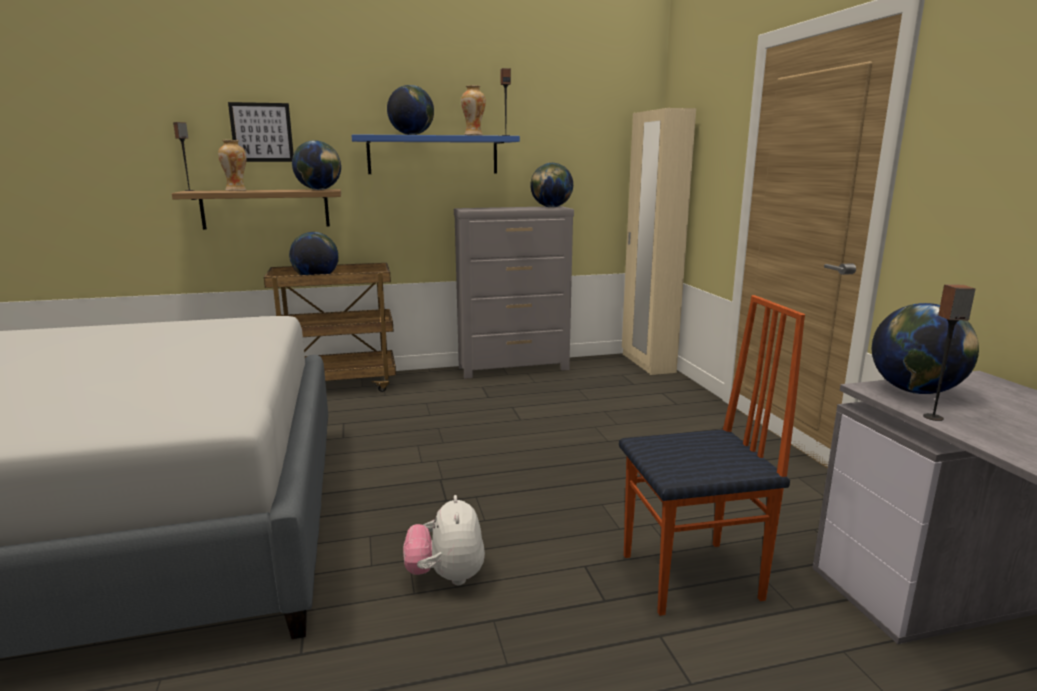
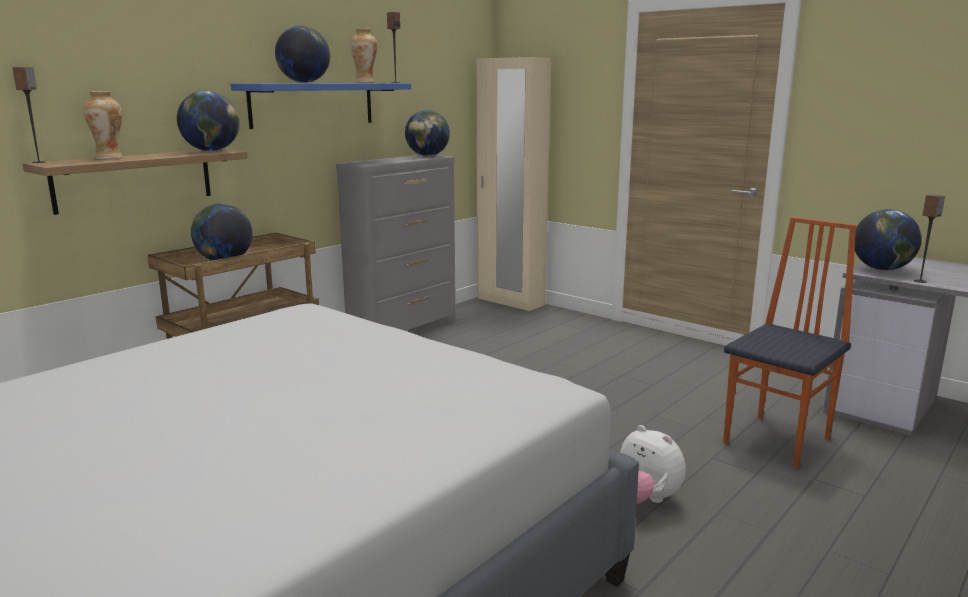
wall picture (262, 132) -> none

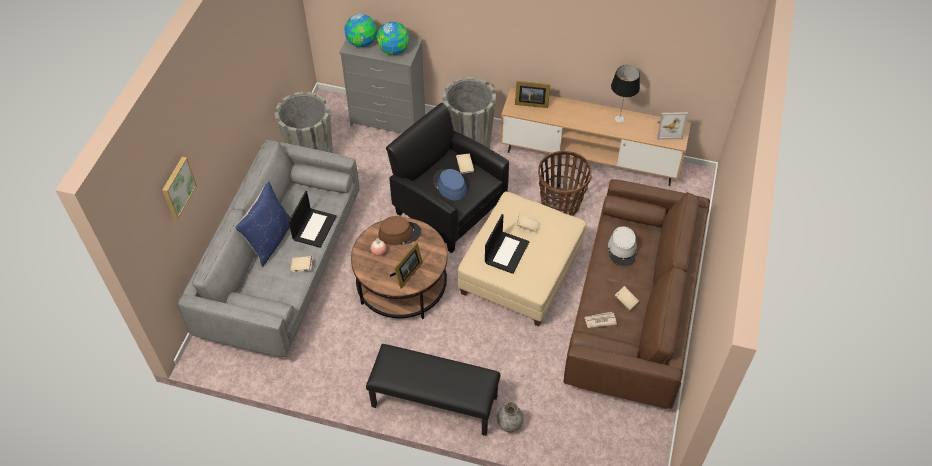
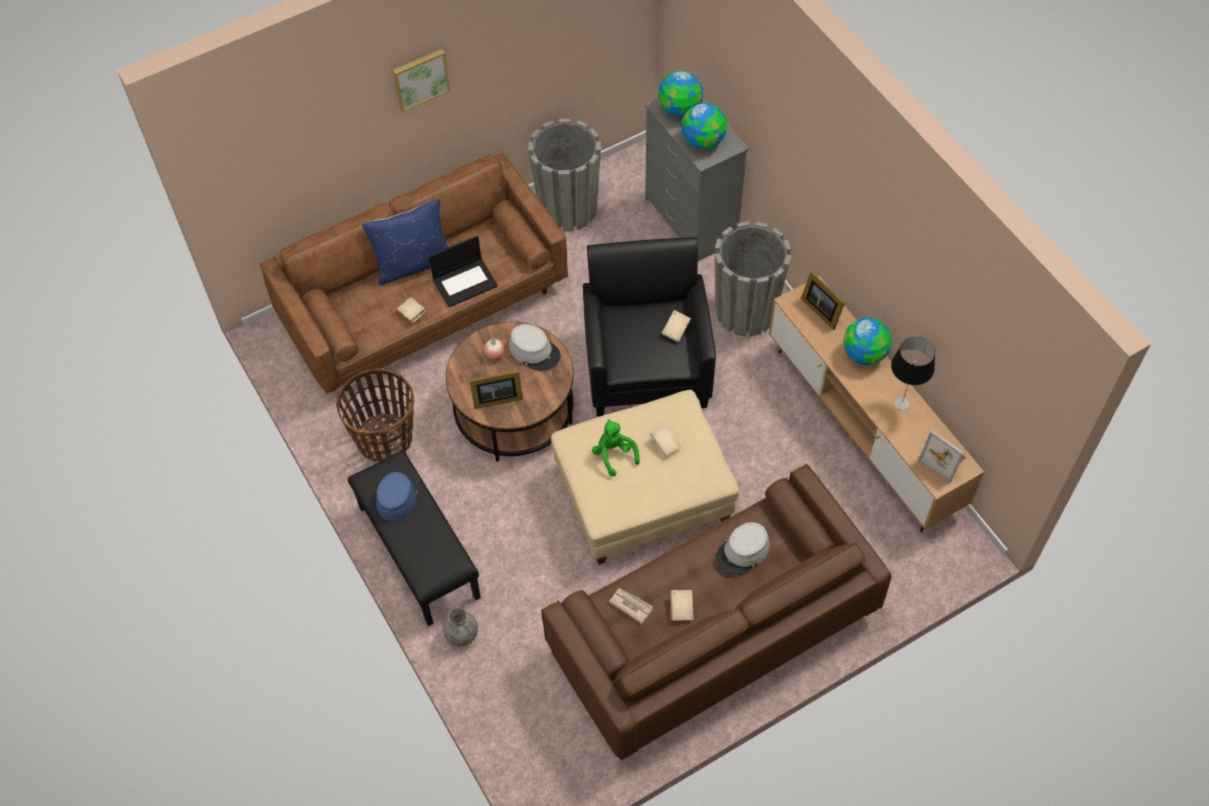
sofa/gray (282, 268) -> sofa/brown (423, 303)
household basket (560, 203) -> household basket (385, 438), shifted
wearable hat/blue (449, 185) -> wearable hat/blue (397, 494), shifted
wall picture (177, 187) -> wall picture (420, 78), shifted
wearable hat/brown (399, 233) -> wearable hat/gray (534, 351)
portable computer (506, 252) -> cuddly toy/greenish (614, 455)
none -> desk globe (864, 354)

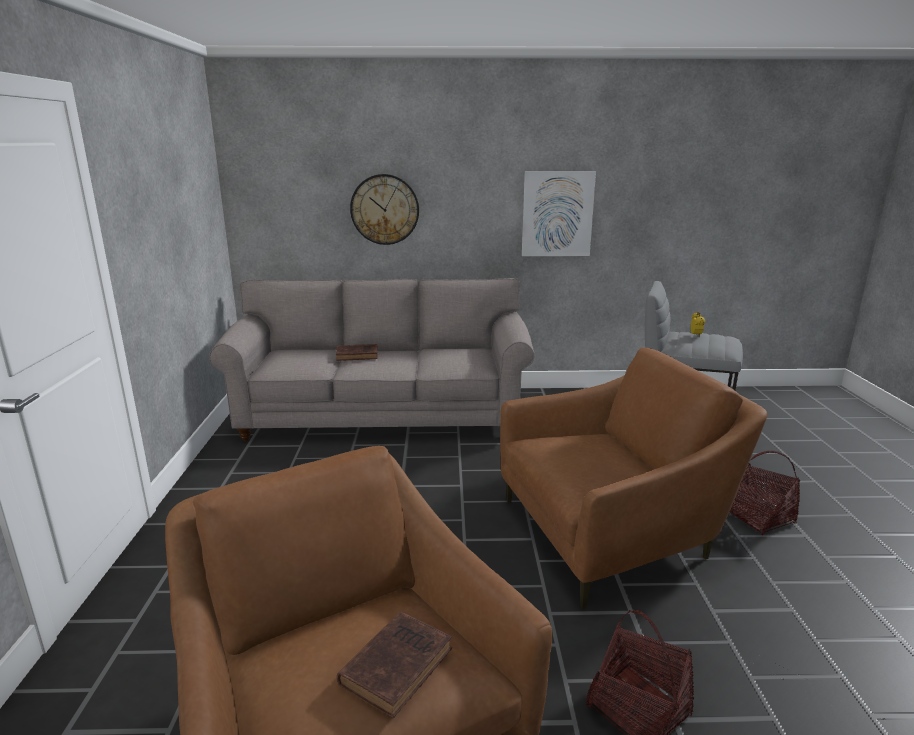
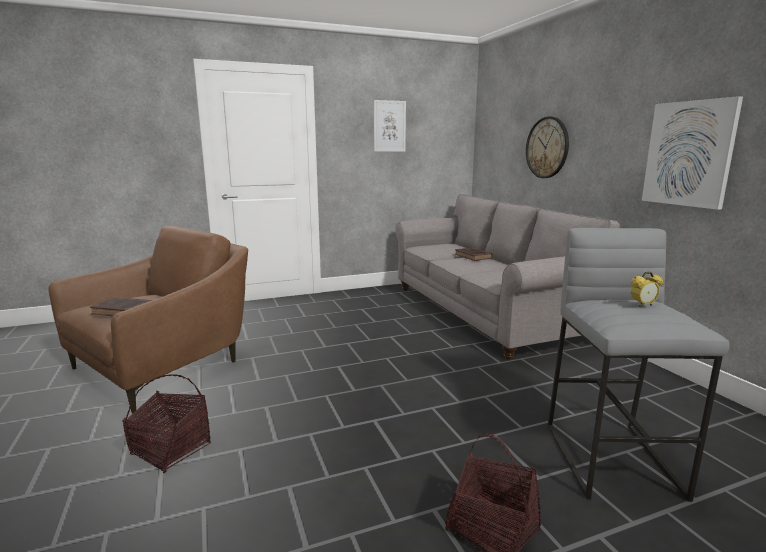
none -> wall picture (389, 126)
armchair/brown (613, 533) -> none

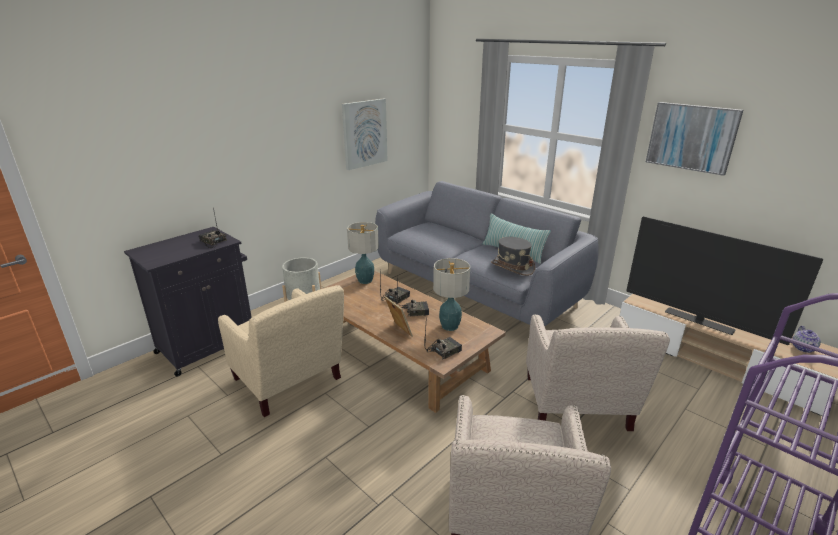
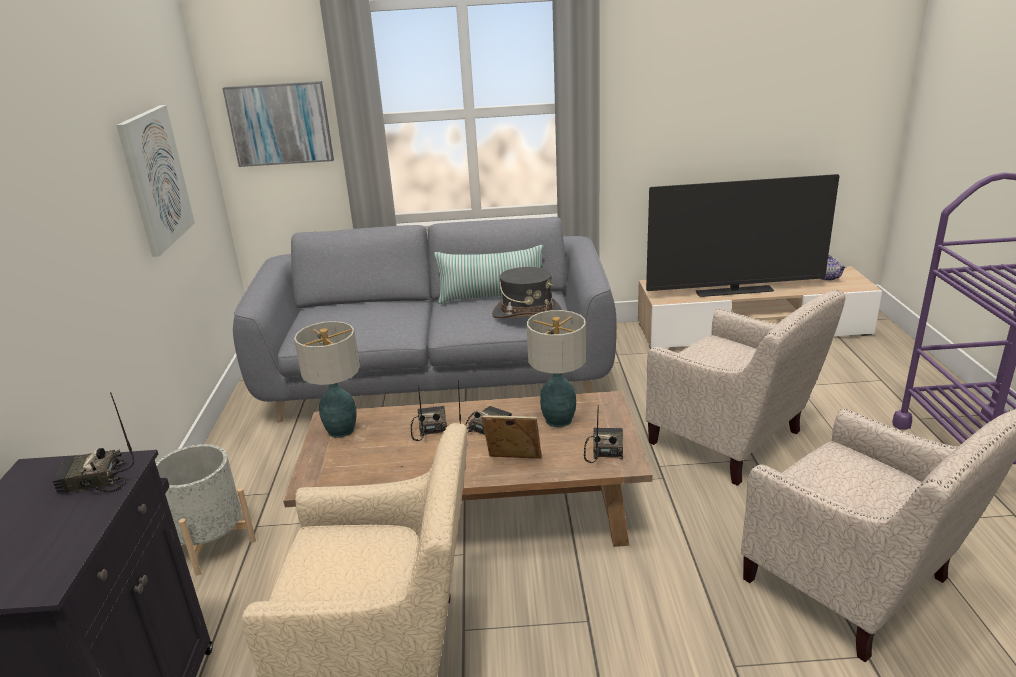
wall picture (691, 137) -> wall picture (280, 124), shifted

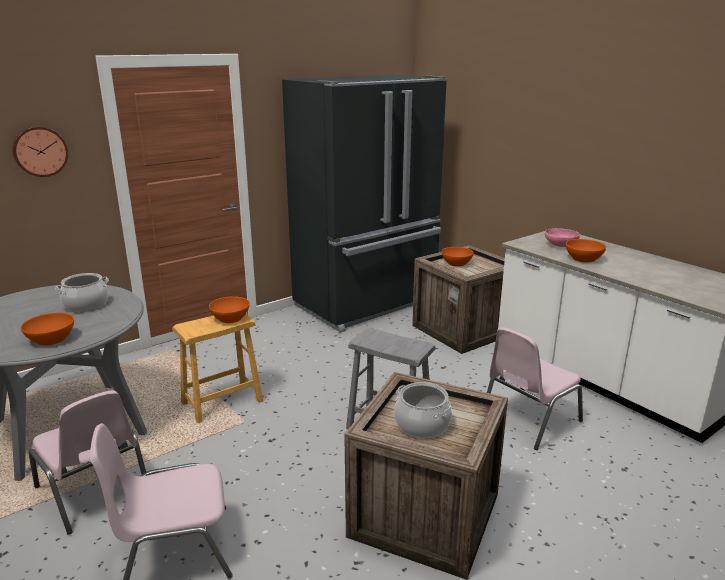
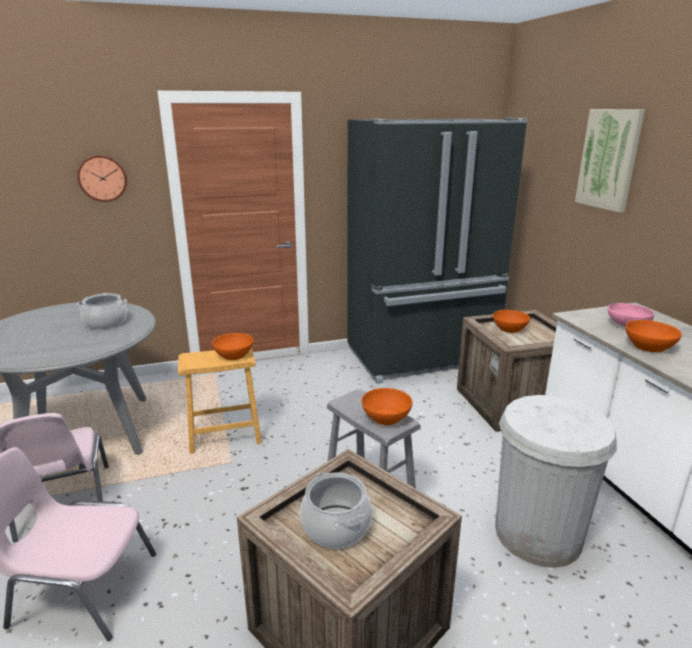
deep dish/orangey (51, 339) -> deep dish/orangey (386, 417), shifted
upright chair/pink (528, 420) -> waste bin/white (537, 534)
none -> wall picture (609, 159)

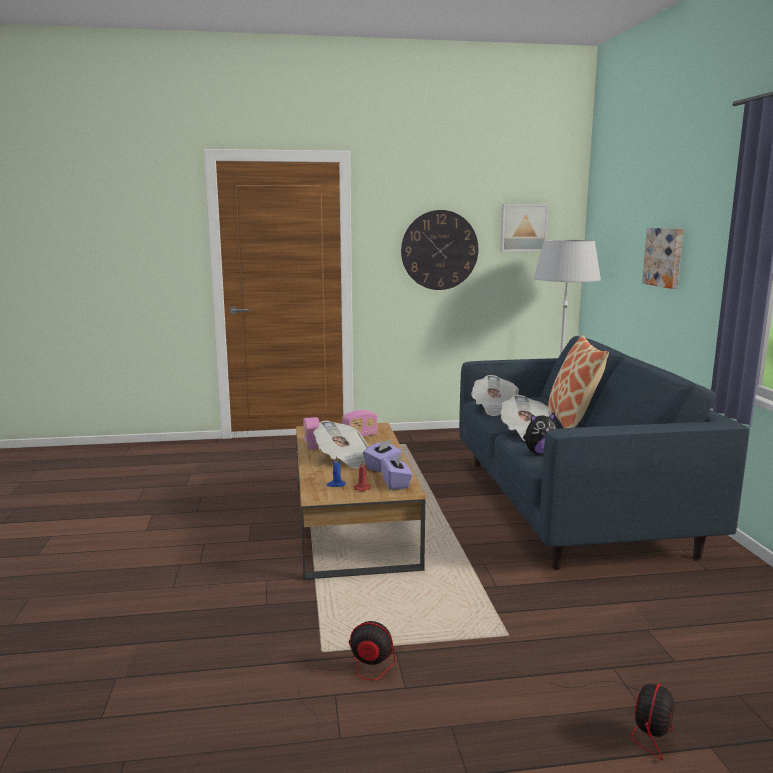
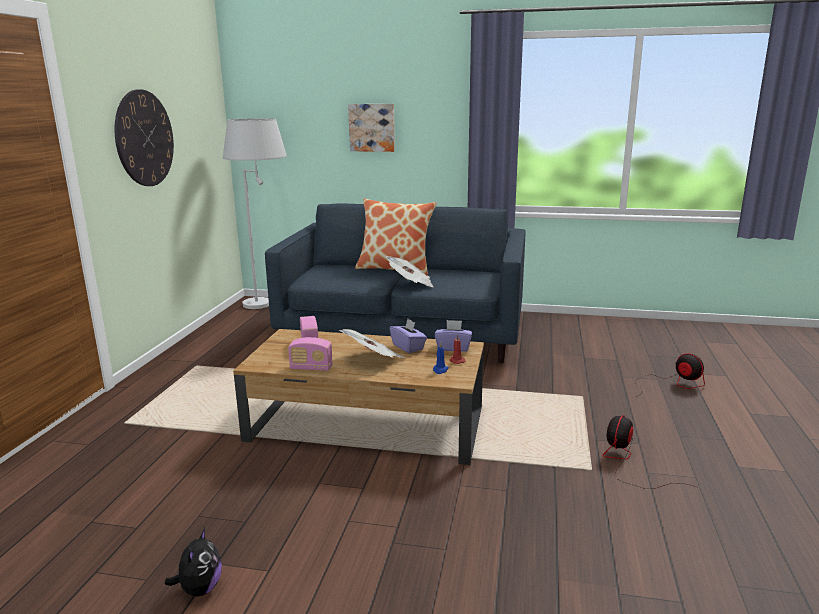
cuddly toy (539, 453) -> cuddly toy (200, 589), shifted
daily paper (494, 409) -> none
wall picture (523, 227) -> none

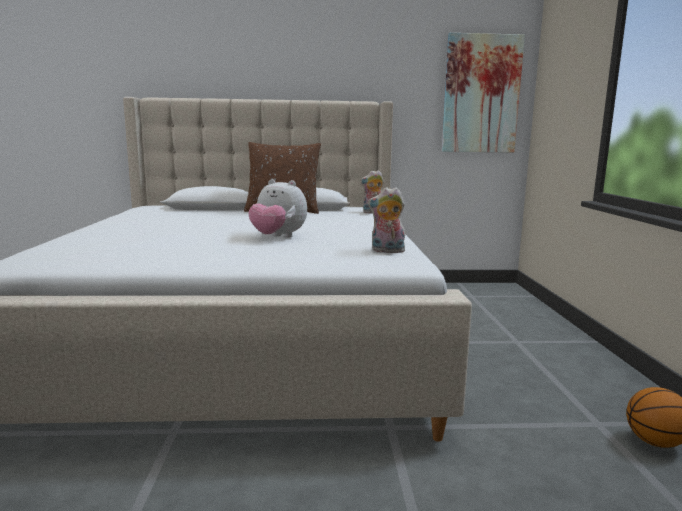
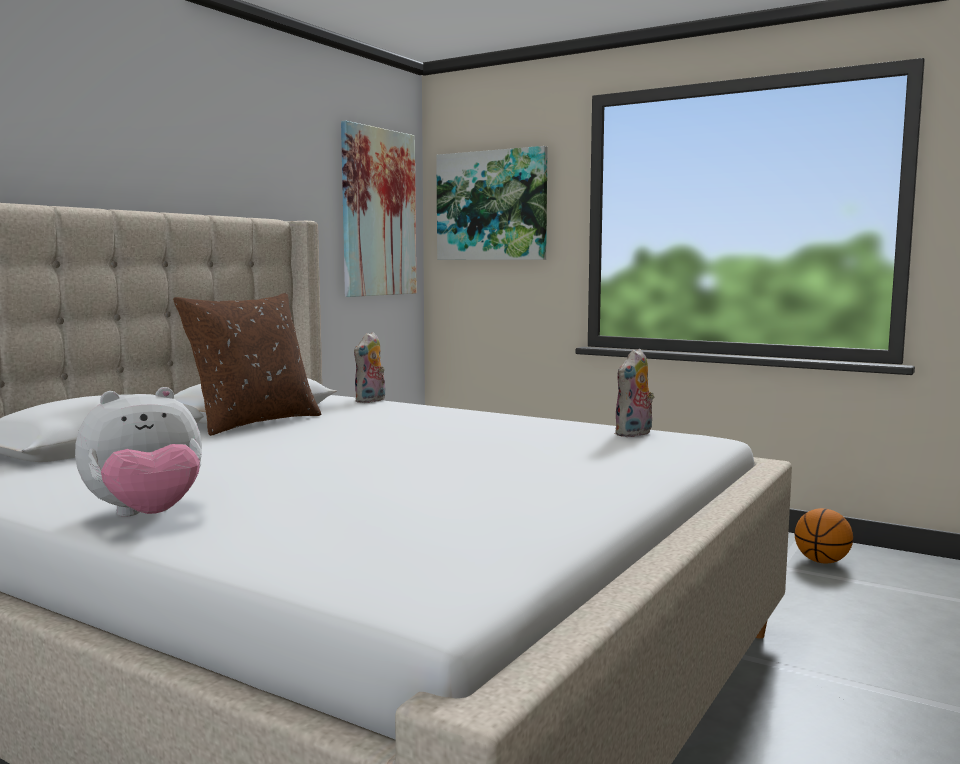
cuddly toy (278, 237) -> cuddly toy (147, 516), shifted
none -> wall picture (492, 206)

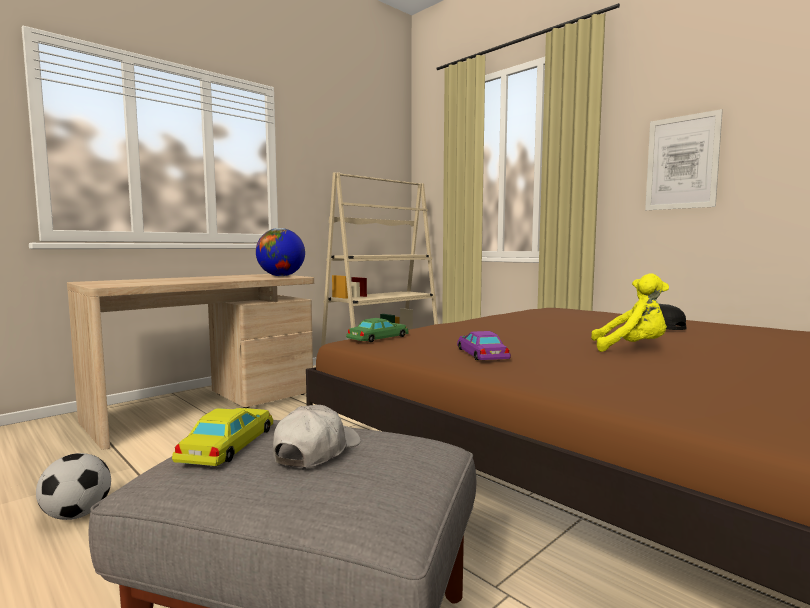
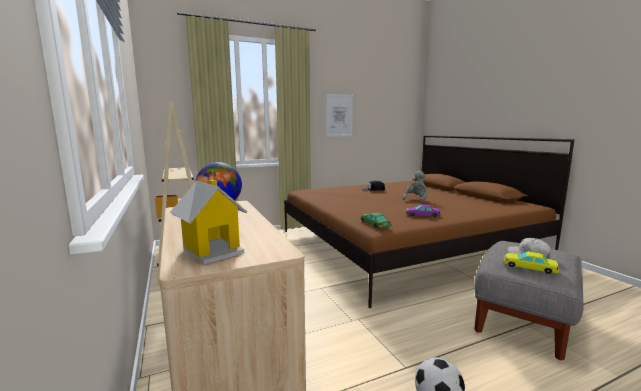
none -> toy house (212, 250)
cuddly toy/yellowish (631, 348) -> cuddly toy/gray (416, 199)

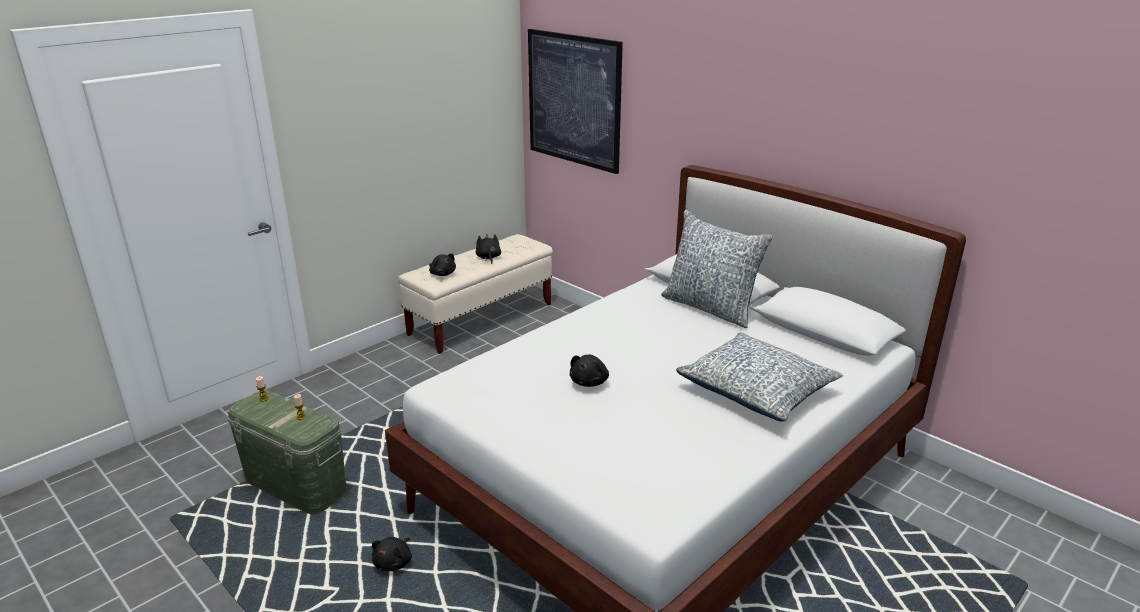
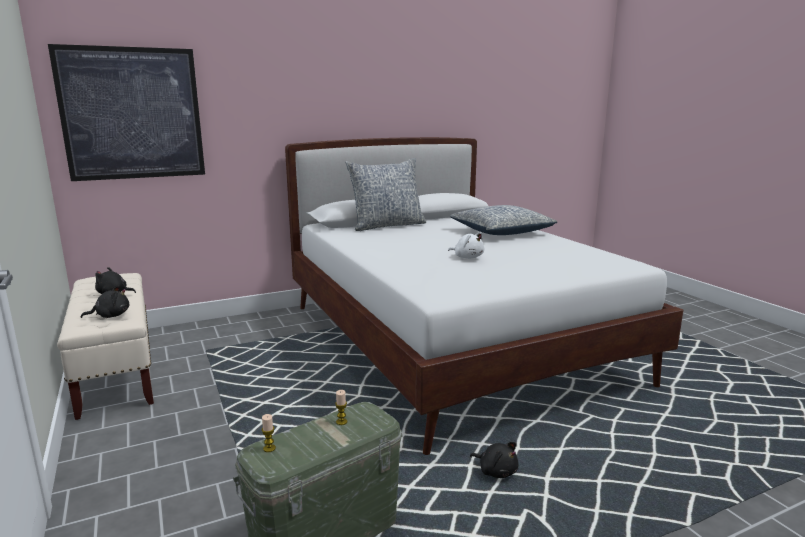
cuddly toy/black-coloured (590, 382) -> cuddly toy/white (467, 257)

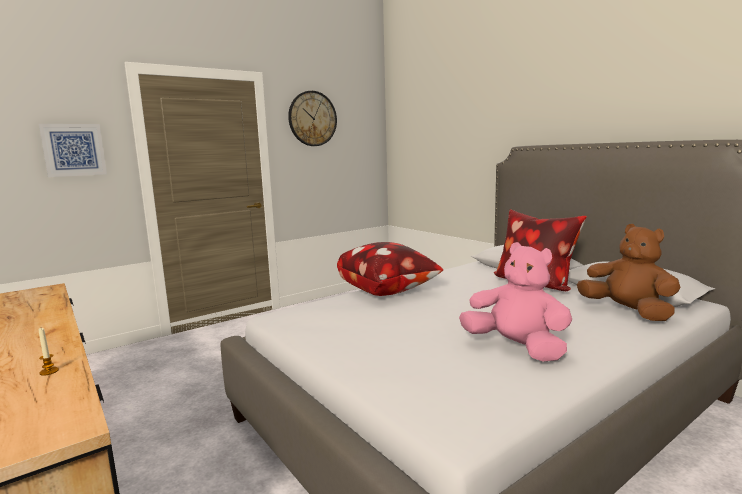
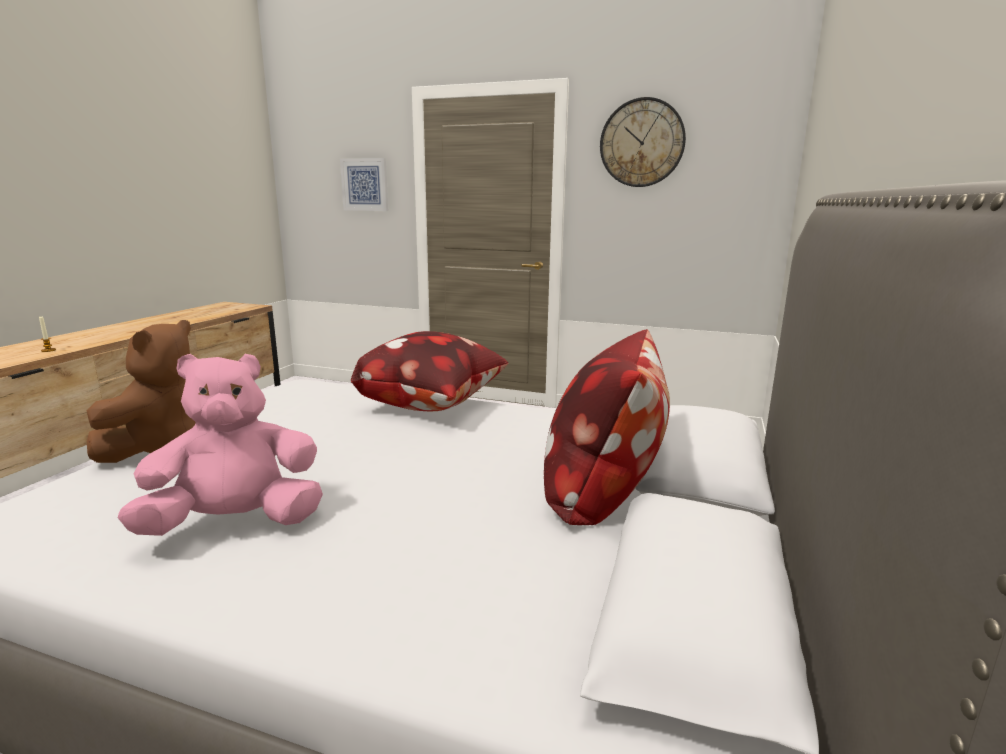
cuddly toy/brown (627, 312) -> cuddly toy/brown (160, 446), shifted
cuddly toy/pink (516, 348) -> cuddly toy/pink (236, 523), 120 degrees counterclockwise

